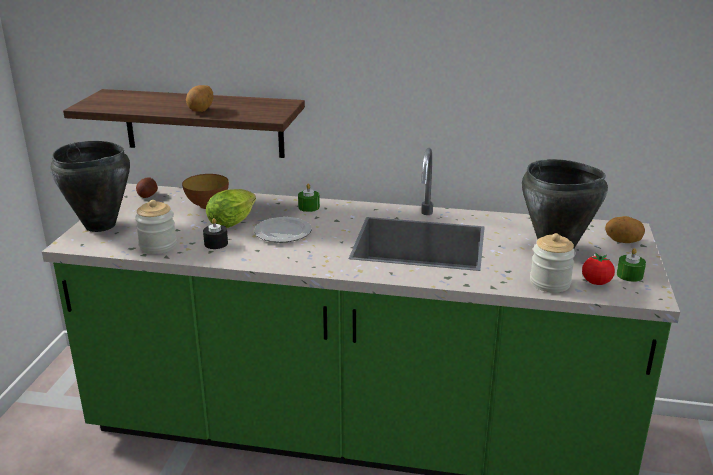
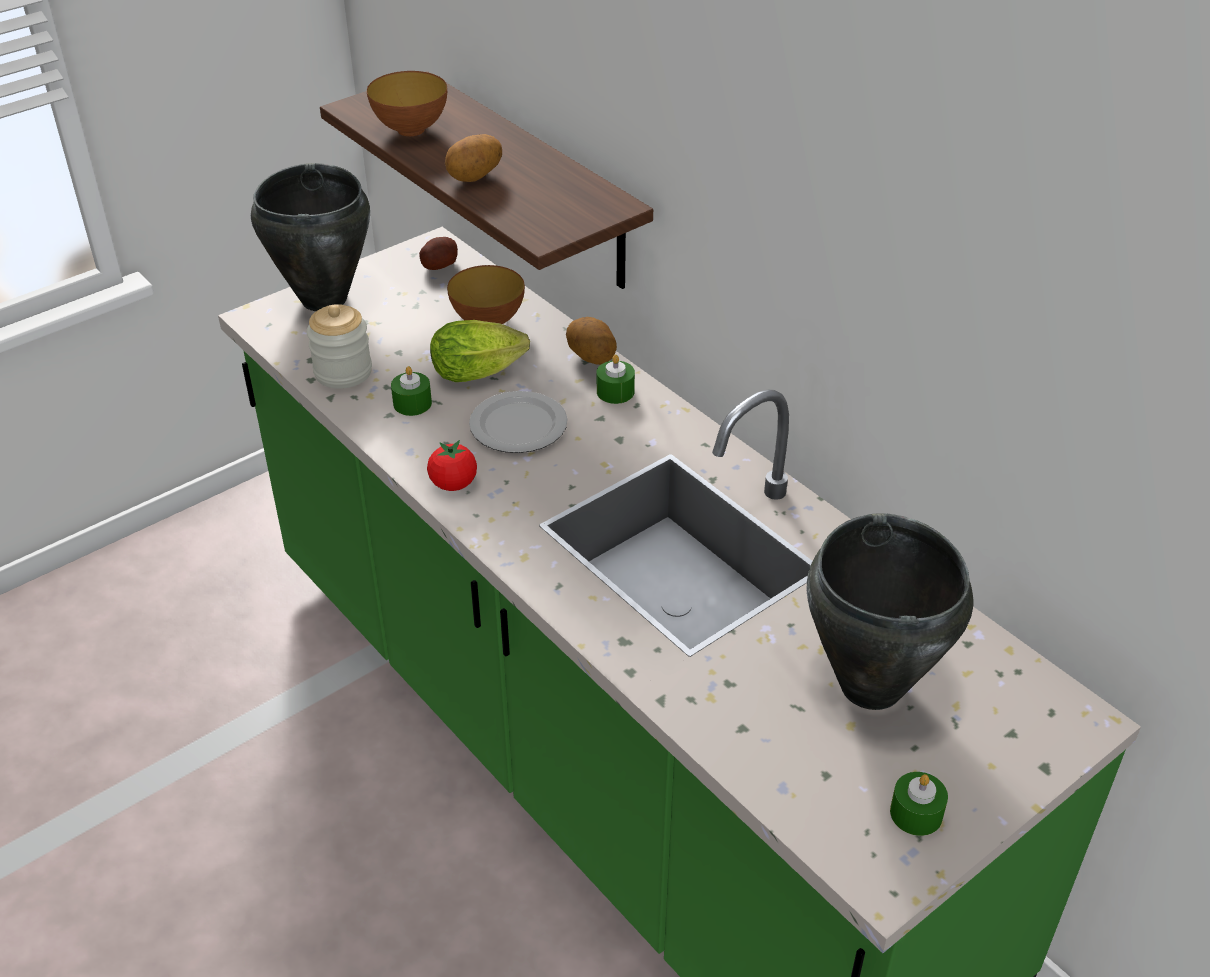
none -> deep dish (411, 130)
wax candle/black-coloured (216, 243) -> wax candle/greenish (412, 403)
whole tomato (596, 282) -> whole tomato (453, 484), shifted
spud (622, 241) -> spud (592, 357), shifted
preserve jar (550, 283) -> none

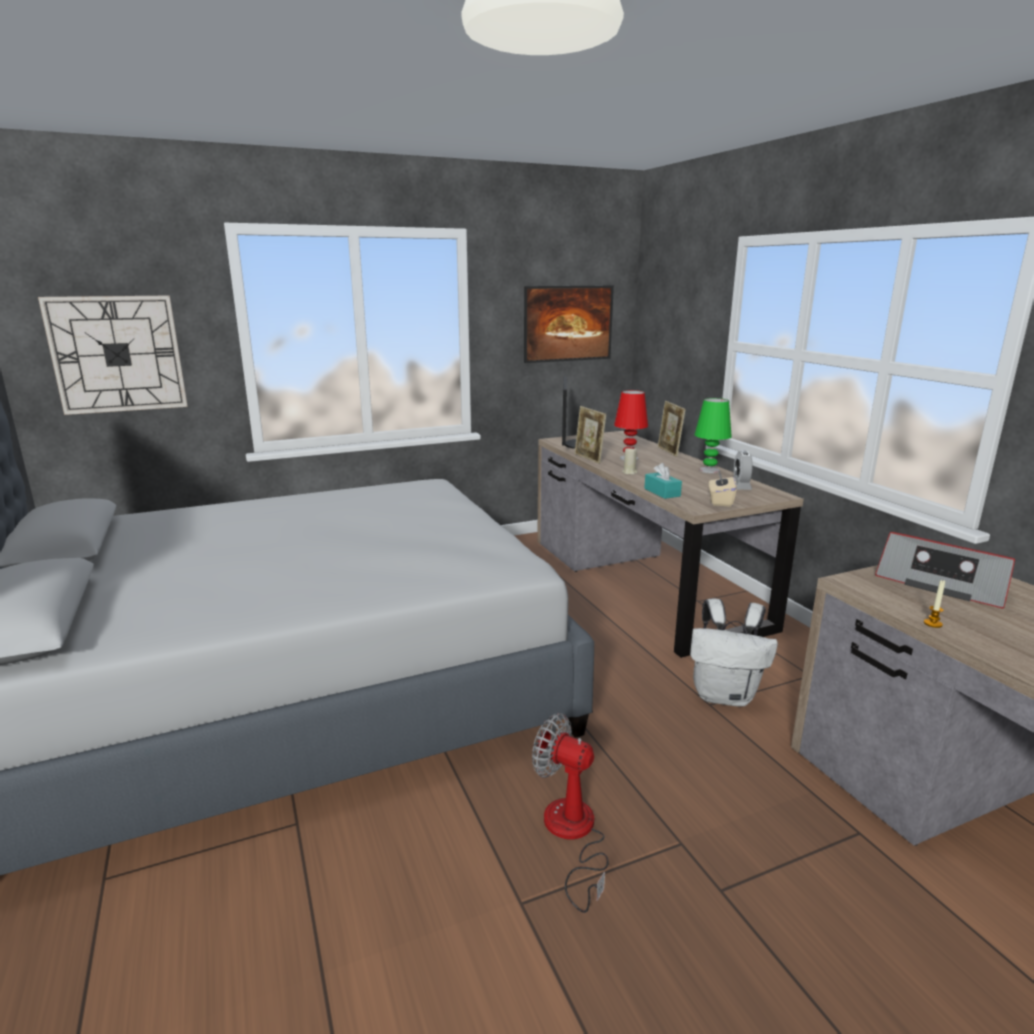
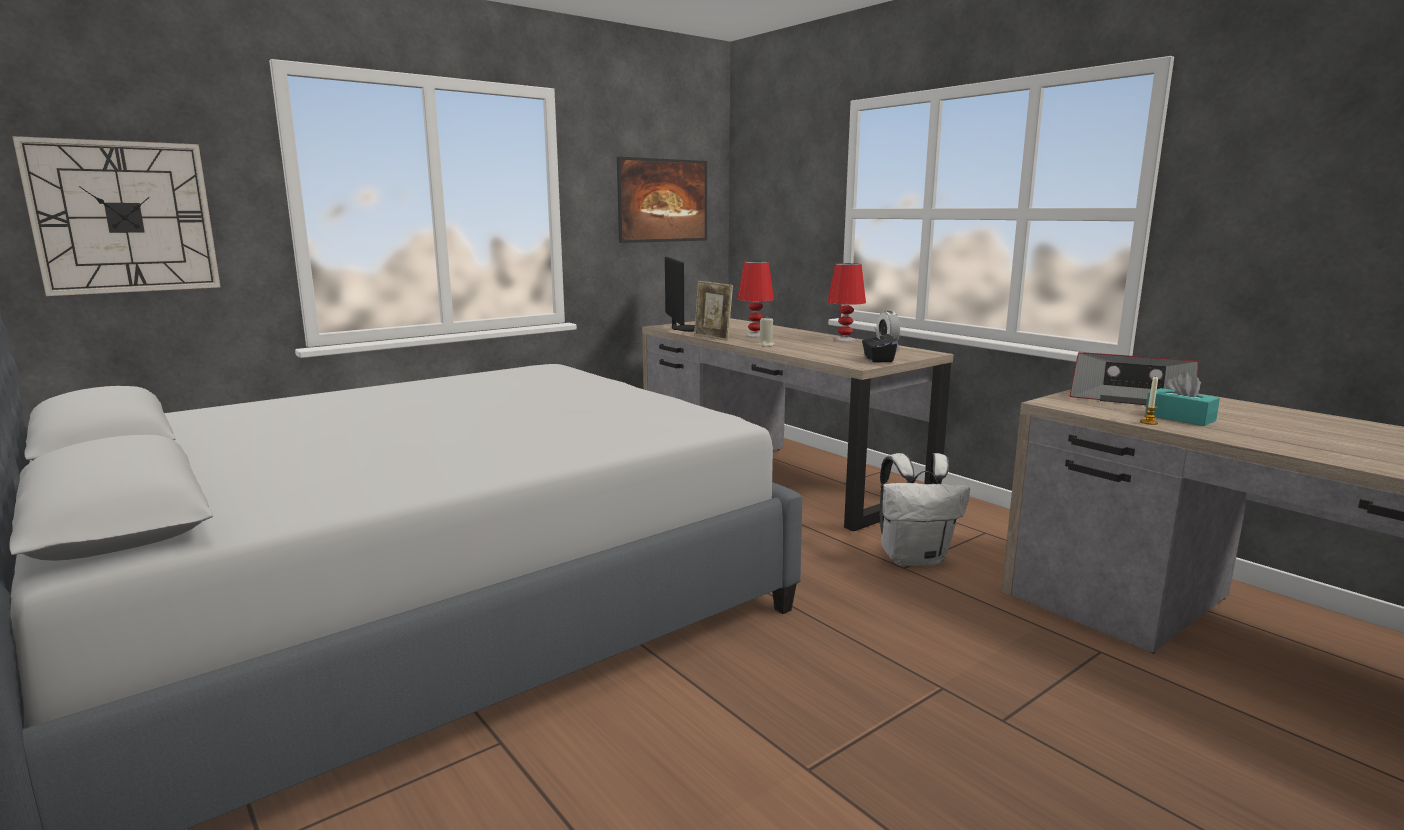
lamp for a table/greenish (709, 470) -> lamp for a table/red (845, 340)
tissue holder/sand-coloured (720, 501) -> tissue holder/black-coloured (878, 359)
tissue holder/turquoise-coloured (662, 492) -> tissue holder/turquoise-coloured (1179, 418), shifted
electric fan (572, 835) -> none
picture frame (669, 451) -> none

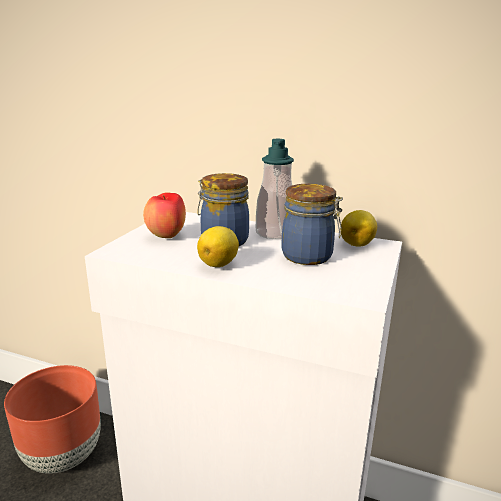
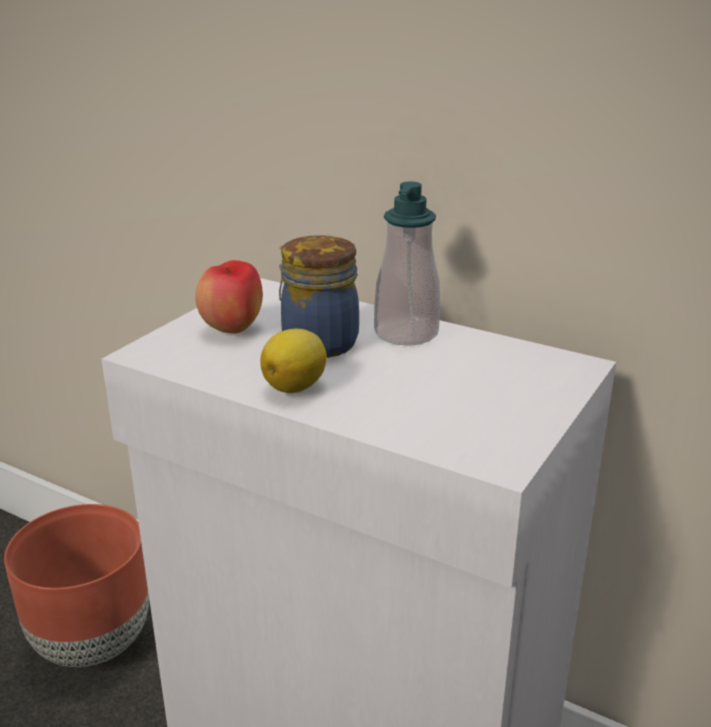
preserve jar (309, 257) -> none
whole lemon (357, 244) -> none

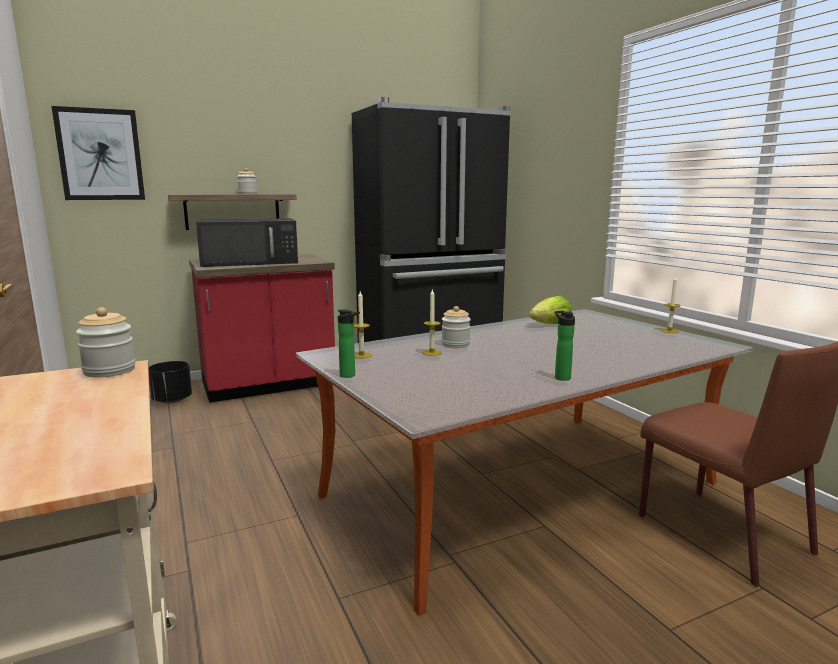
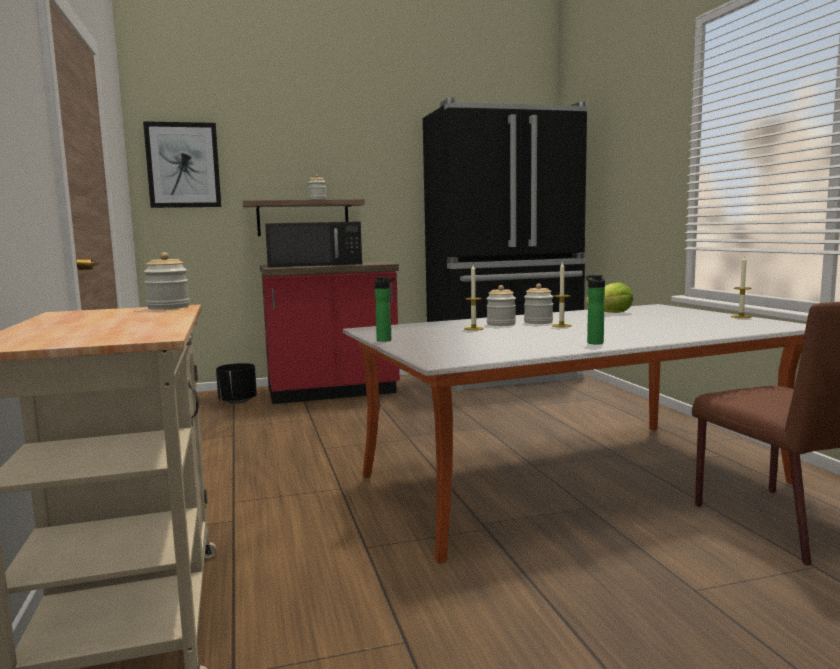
none -> preserve jar (538, 322)
wax candle (361, 355) -> wax candle (561, 326), shifted

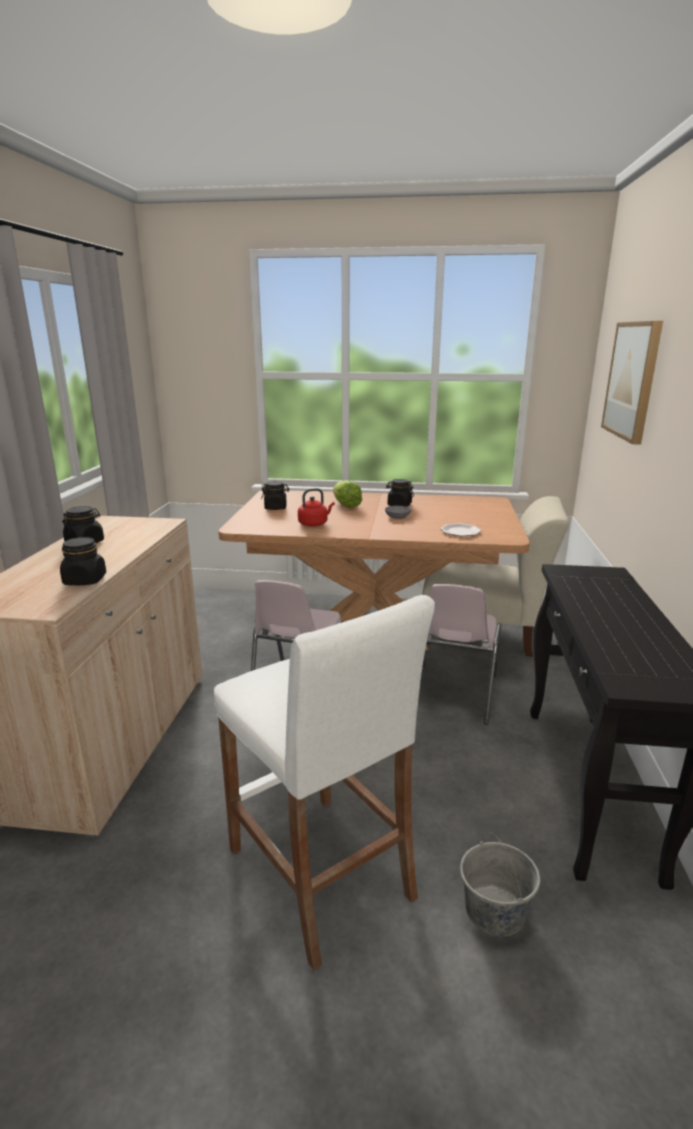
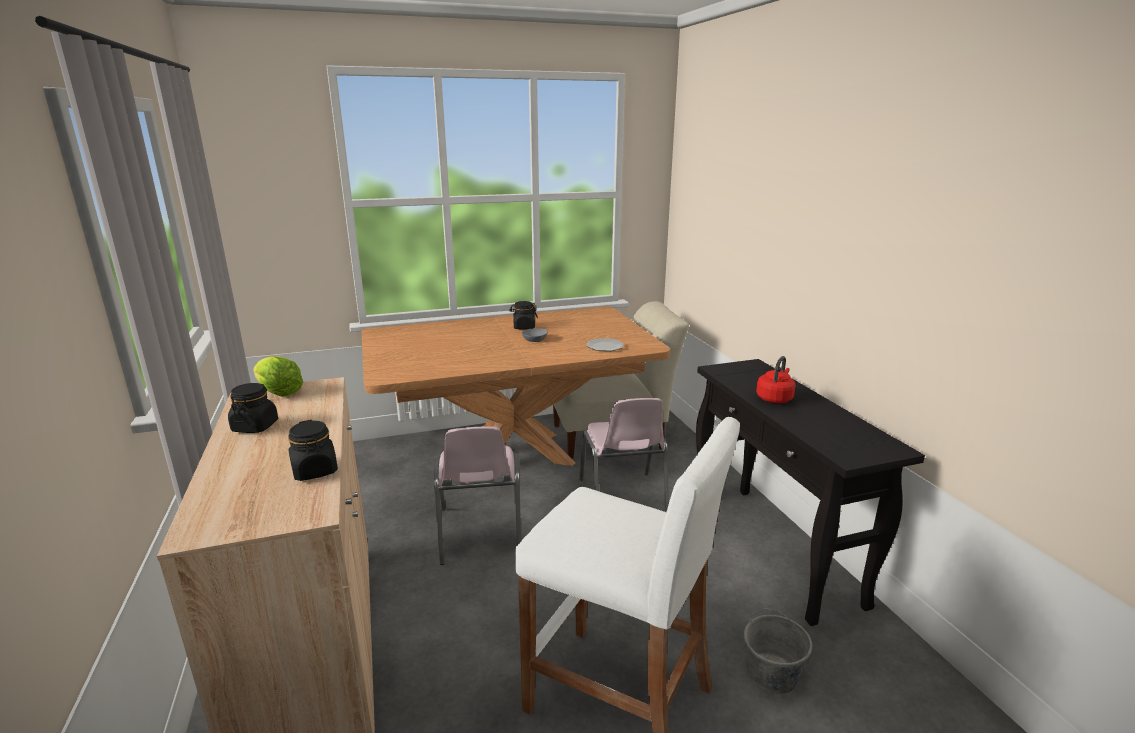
lettuce (345, 505) -> lettuce (278, 392), shifted
water kettle/red (314, 524) -> water kettle/red (775, 398), shifted
preserve jar/black-coloured (275, 508) -> none
wall picture (632, 380) -> none

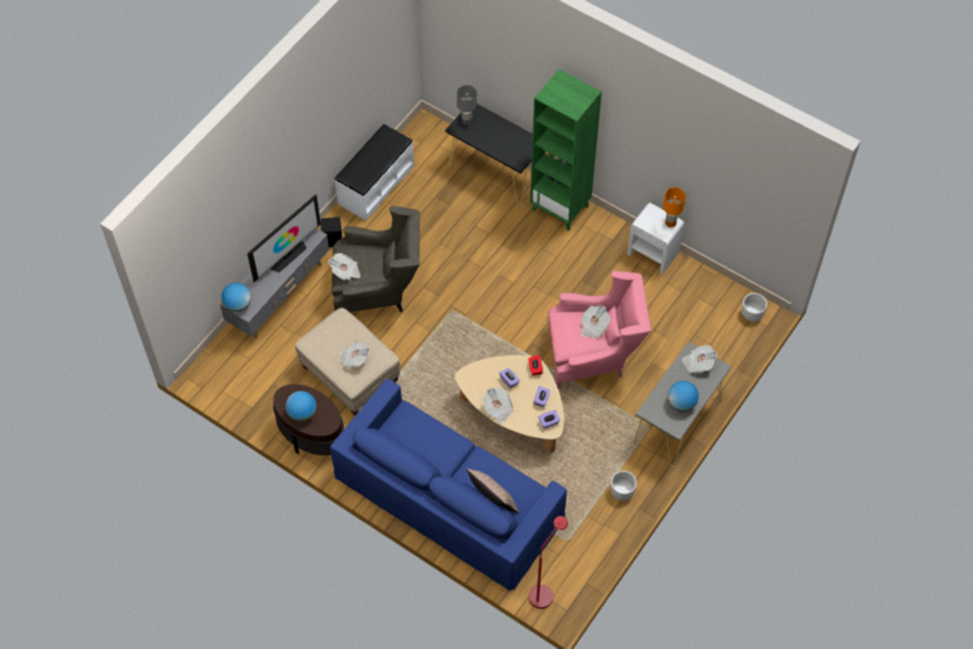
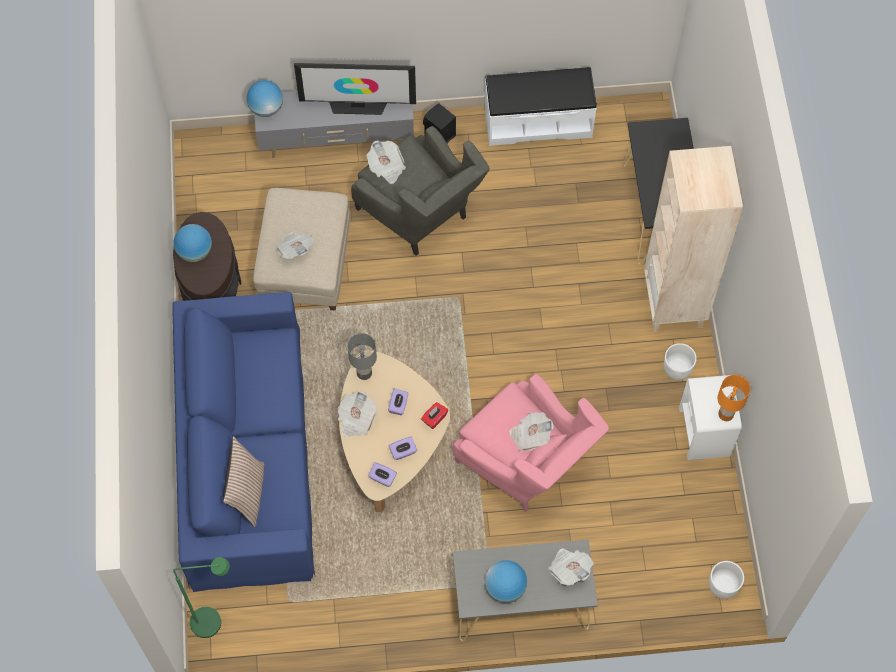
standard lamp/red (544, 592) -> standard lamp/greenish (214, 622)
lamp for a table/gray (466, 121) -> lamp for a table/gray (364, 373), shifted
shelving unit/greenish (560, 208) -> shelving unit/sand-coloured (674, 304)
flower pot/white (622, 492) -> flower pot/white (677, 369), shifted

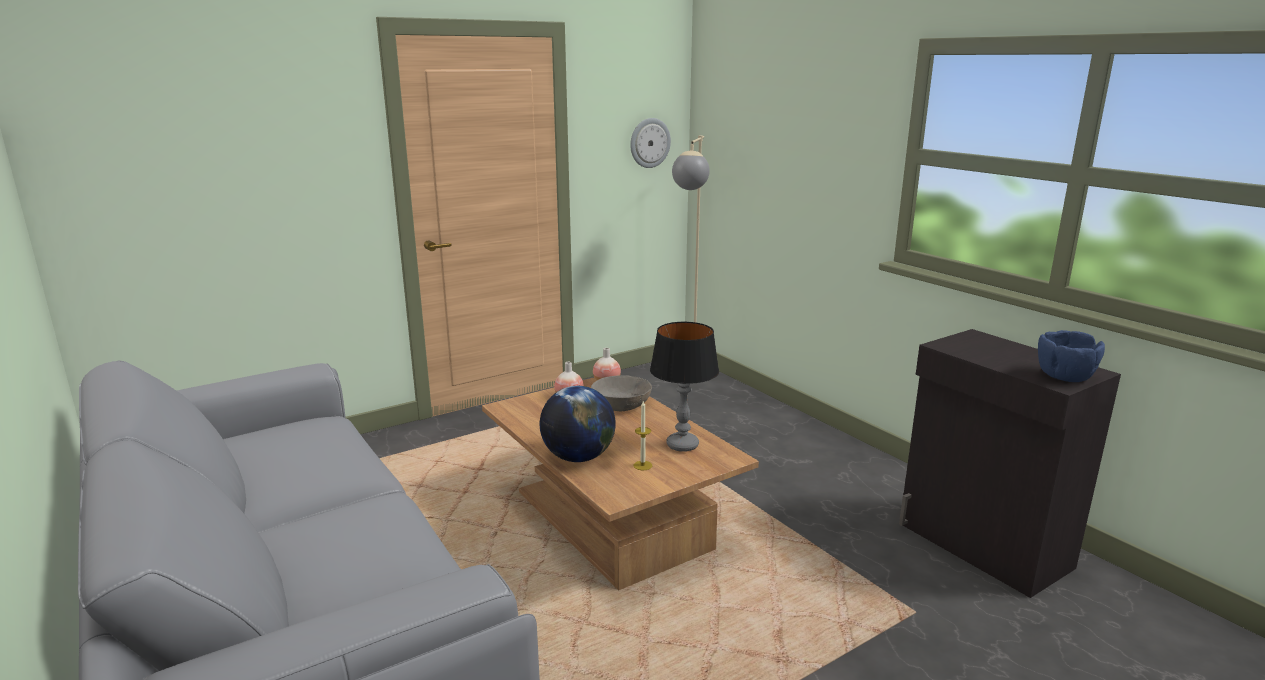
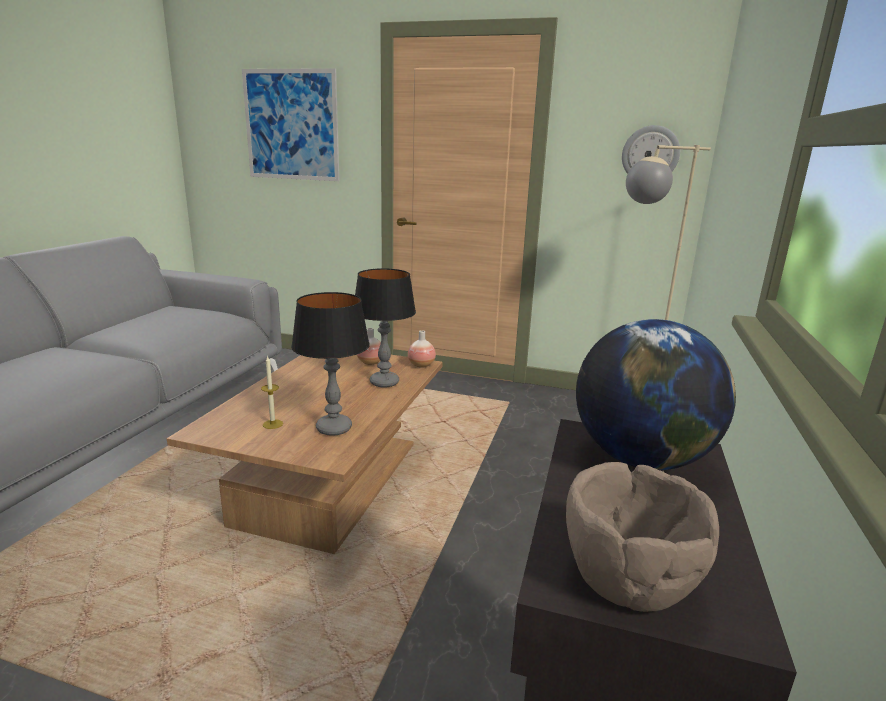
none -> wall picture (291, 125)
deep dish/gray (621, 404) -> lamp for a table (384, 382)
deep dish/blue (1064, 376) -> deep dish/brown (626, 578)
desk globe (578, 457) -> desk globe (641, 459), shifted

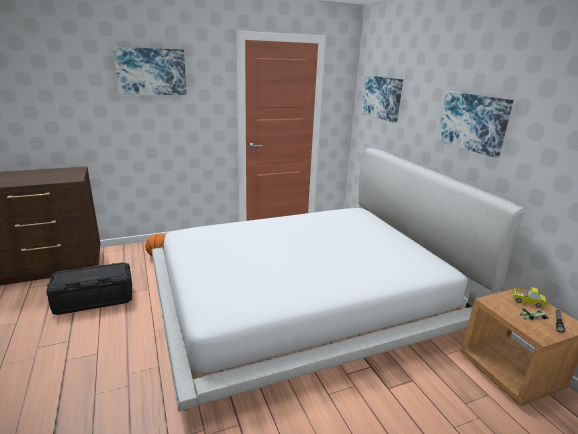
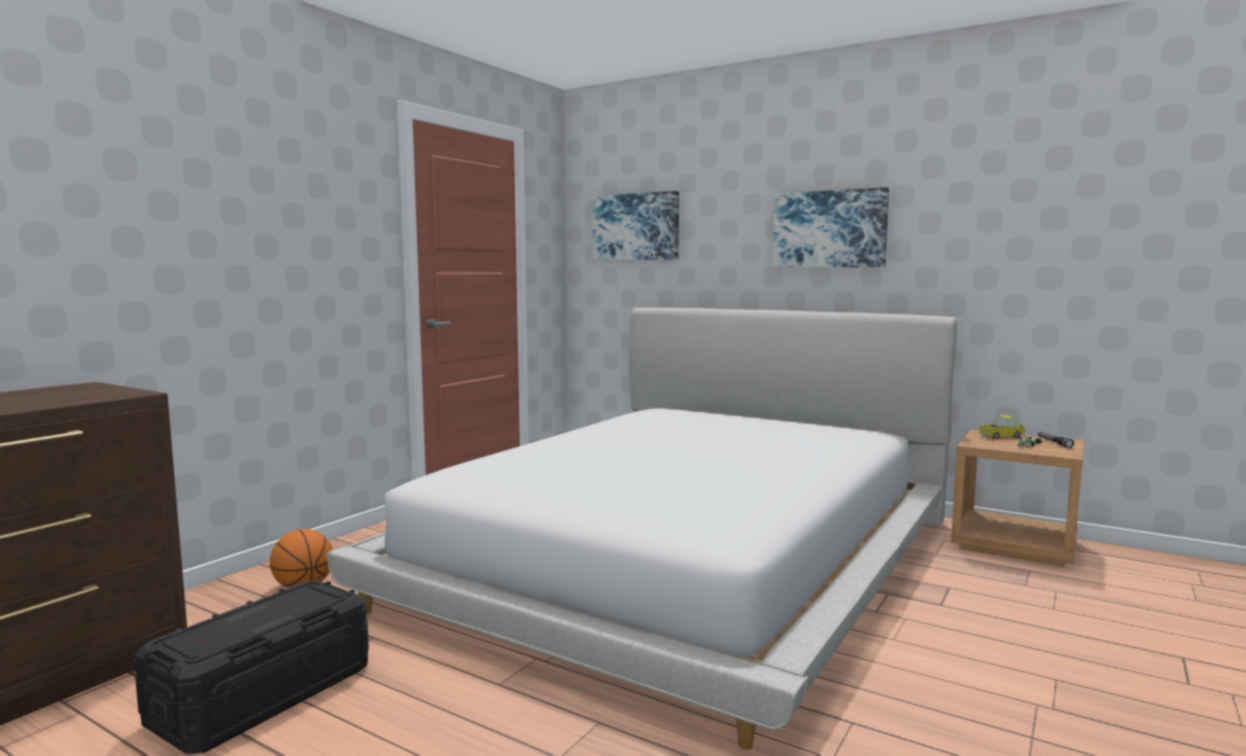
wall picture (151, 71) -> none

